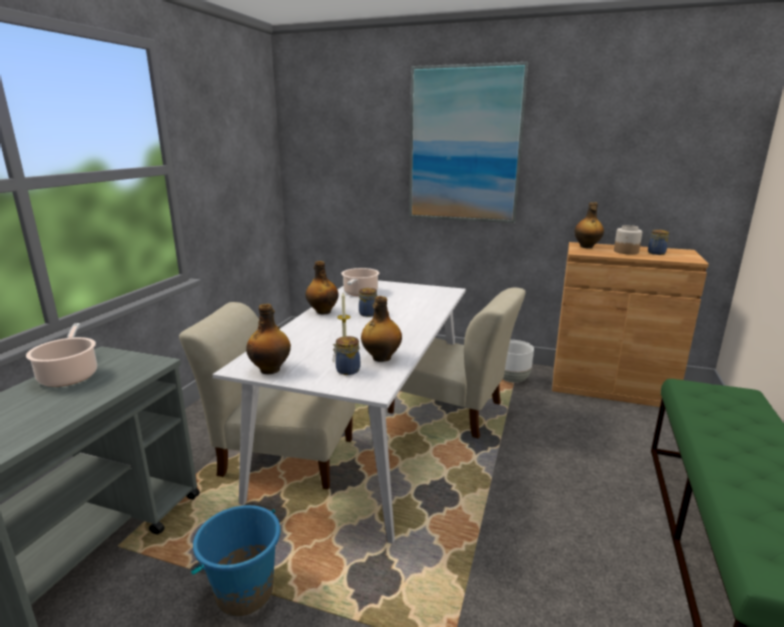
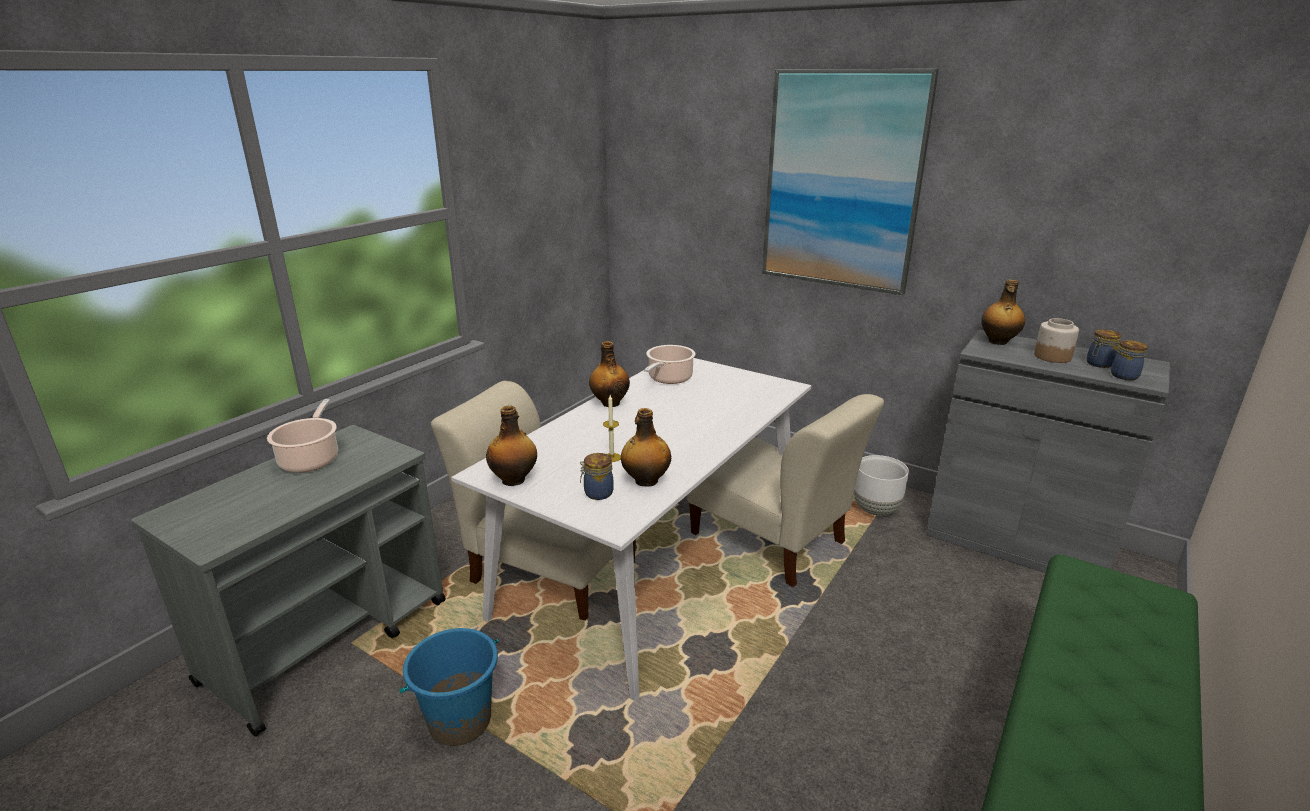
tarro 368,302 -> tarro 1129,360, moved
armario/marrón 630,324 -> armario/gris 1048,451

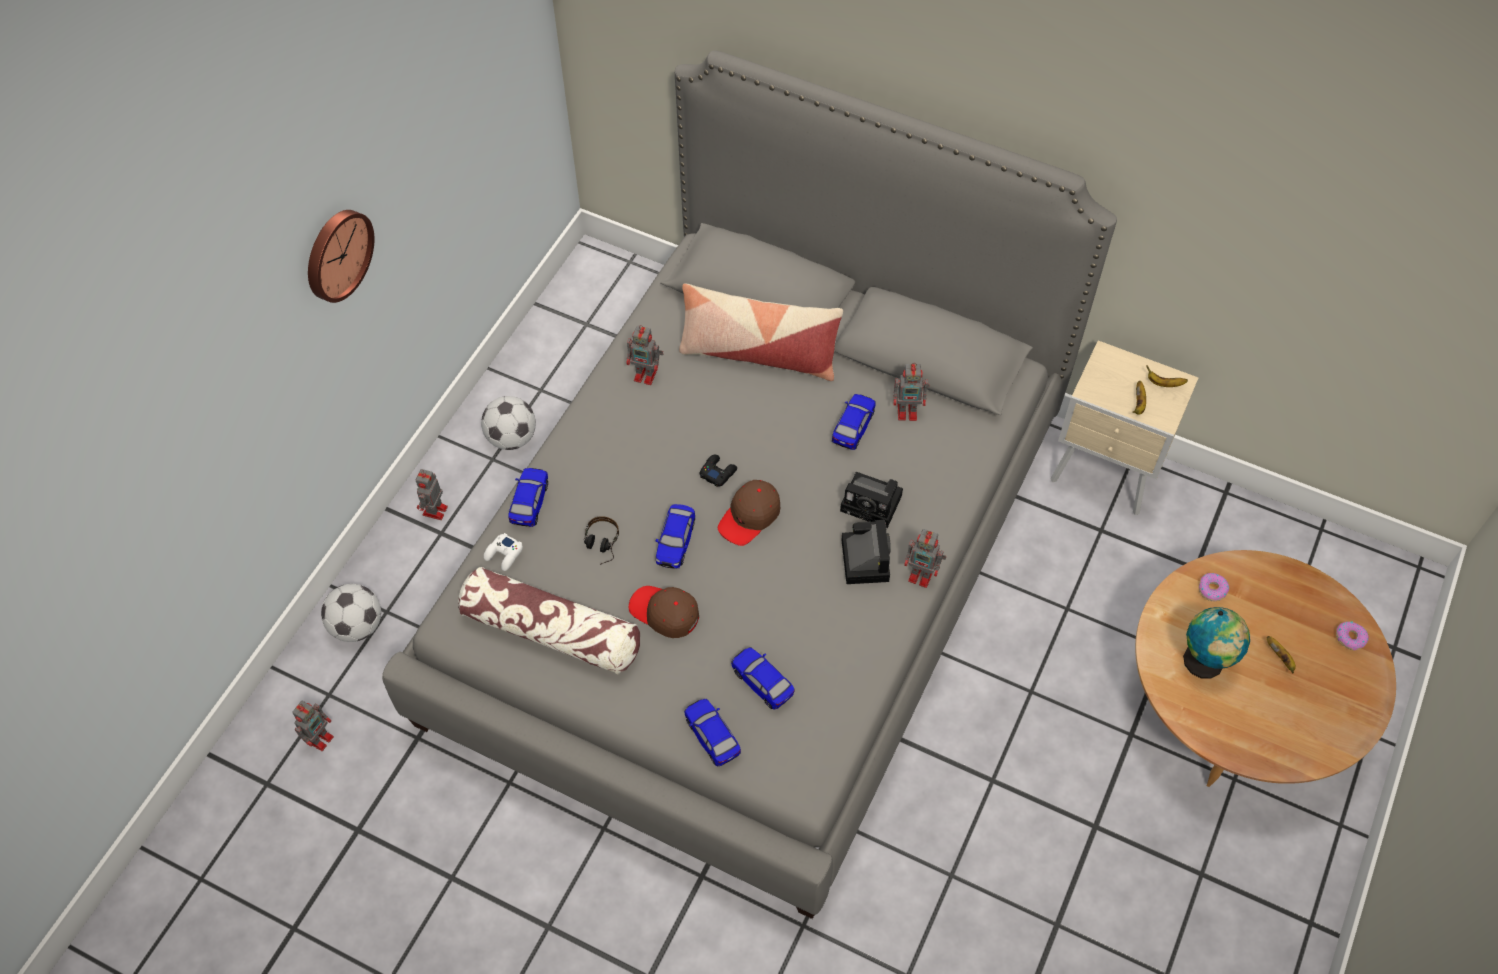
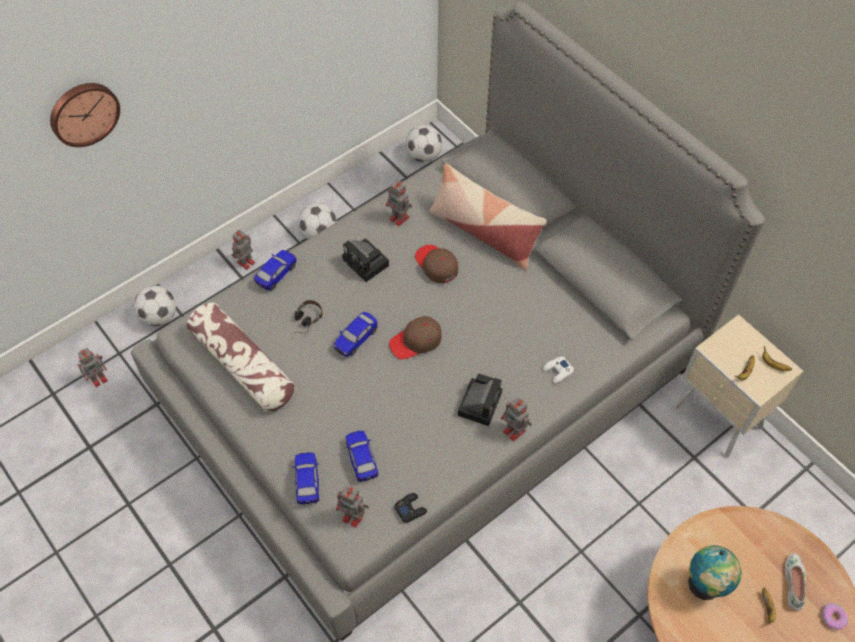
coche de juguete 854,422 -> none
rosquilla 1214,587 -> none
none -> balón de fútbol 424,143
none -> zapato/blanco 795,582
reloj de pared 341,256 -> reloj de pared 85,115, moved
mando de consola/blanco 503,552 -> mando de consola/blanco 558,370, moved
gorra/marrón 664,612 -> gorra/marrón 436,264, moved
mando de consola/negro 718,470 -> mando de consola/negro 410,508, moved
cámara 871,500 -> cámara 365,260, moved
robot de juguete 911,392 -> robot de juguete 352,506, moved

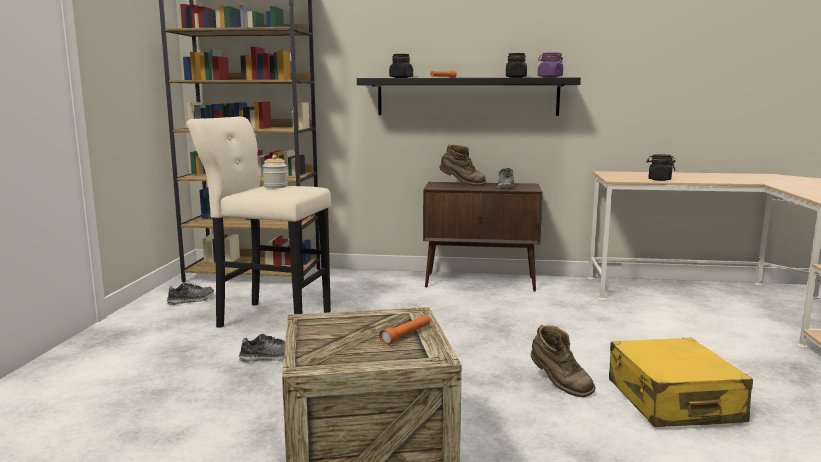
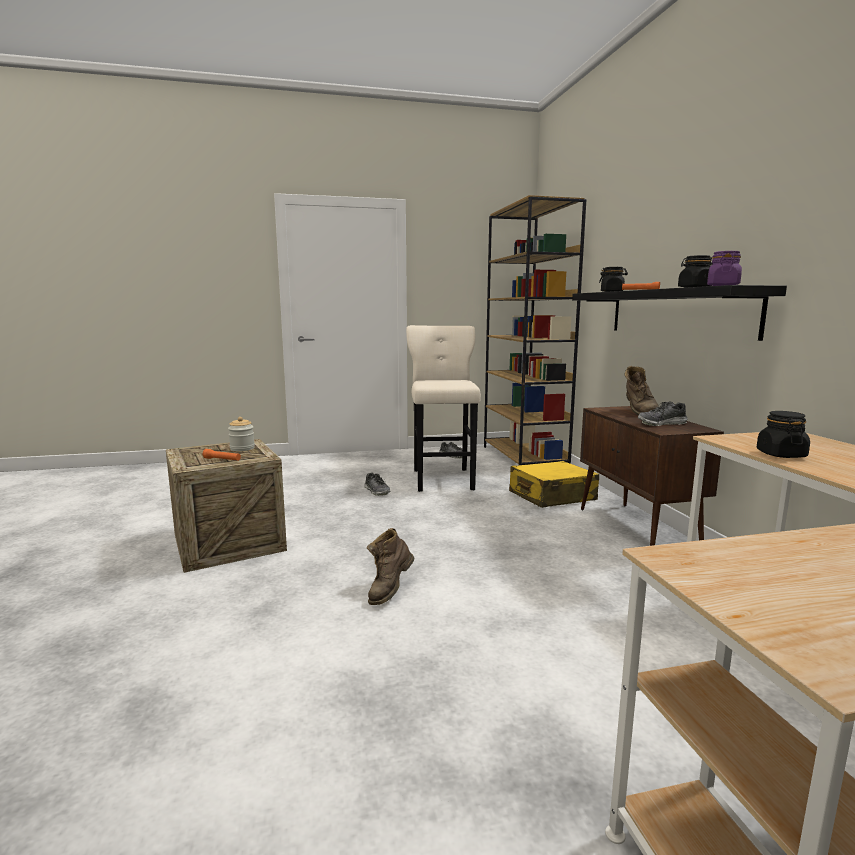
tarro 275,171 -> tarro 241,434, moved
maleta/amarillo 681,382 -> maleta/amarillo 554,484, moved

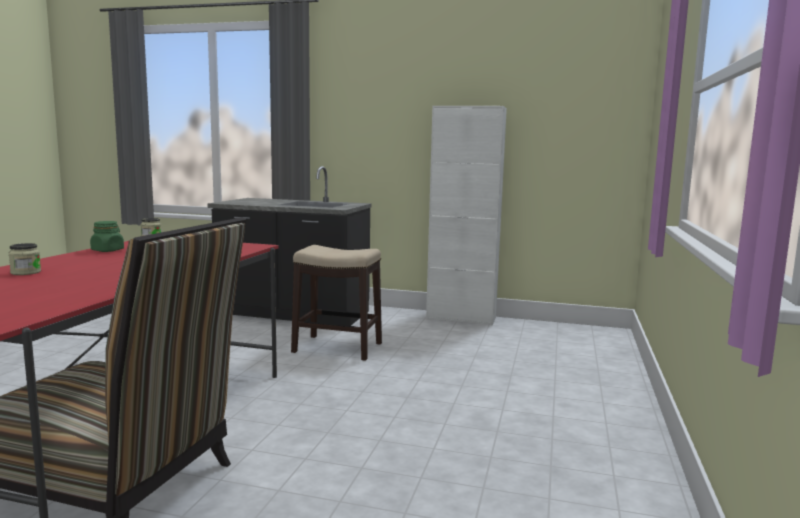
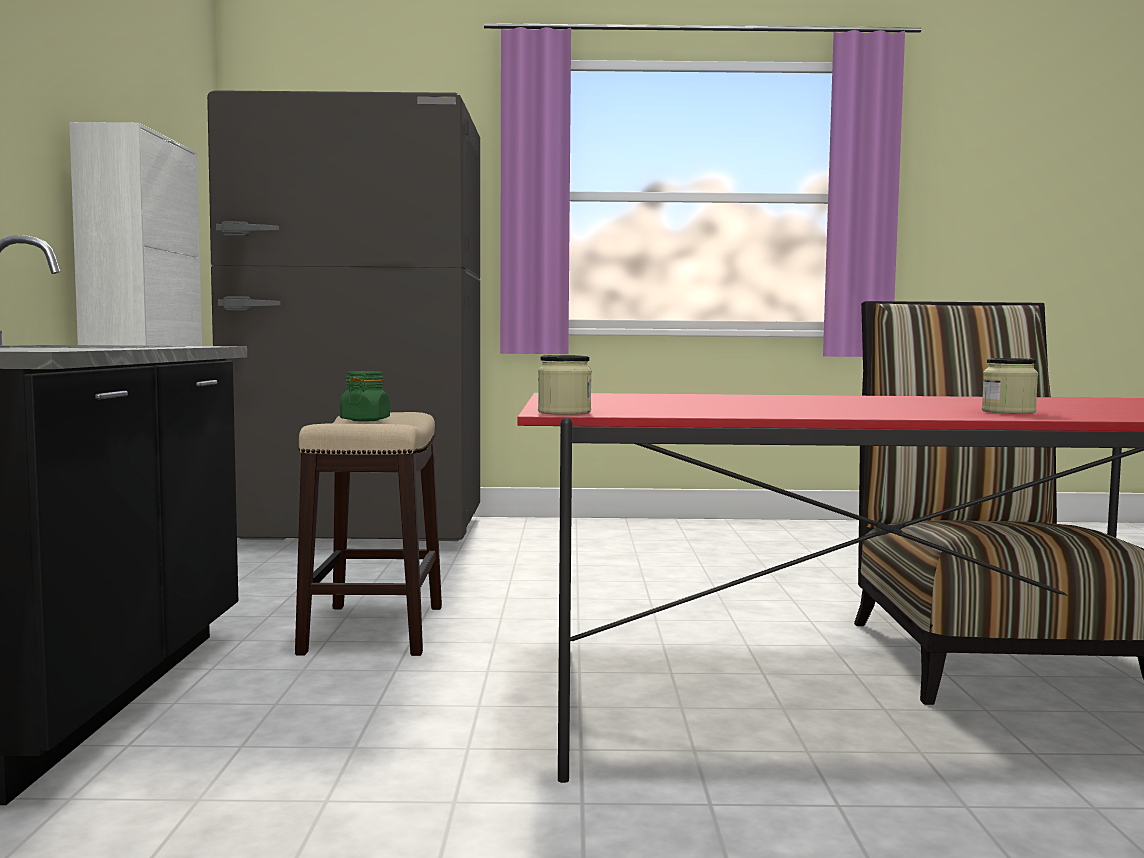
none -> nevera/gris 343,315
tarro/verde 107,236 -> tarro/verde 365,396, moved

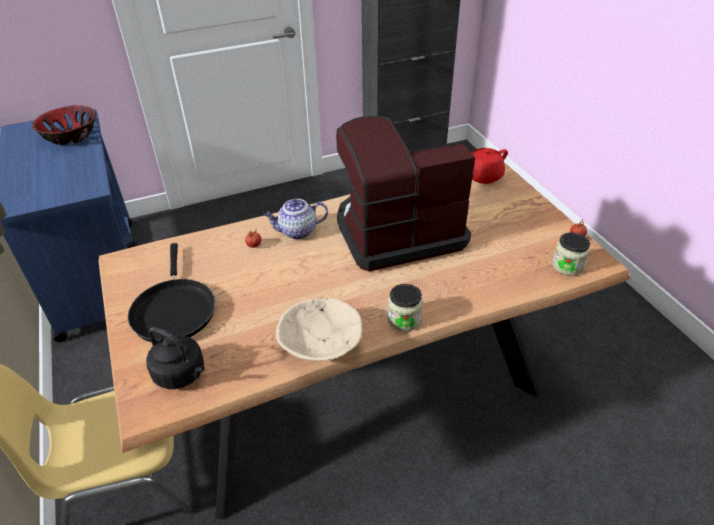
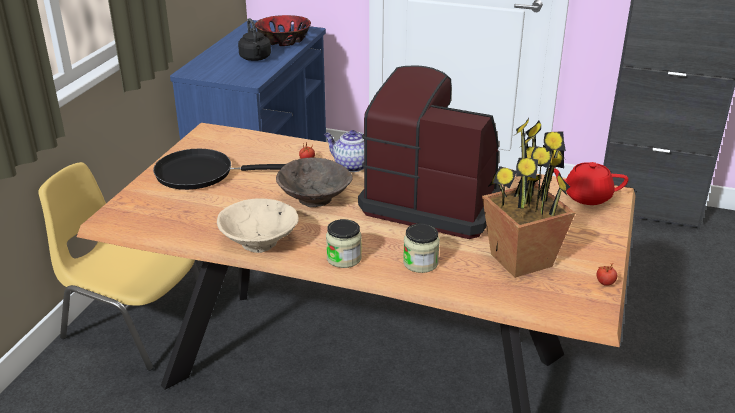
none -> cuenco/marrón 314,182
none -> planta en maceta 528,198
hervidor/negro 175,358 -> hervidor/negro 254,39, moved
tarro 571,254 -> tarro 421,248, moved
sartén/negro 171,292 -> sartén/negro 219,169, 60 degrees clockwise

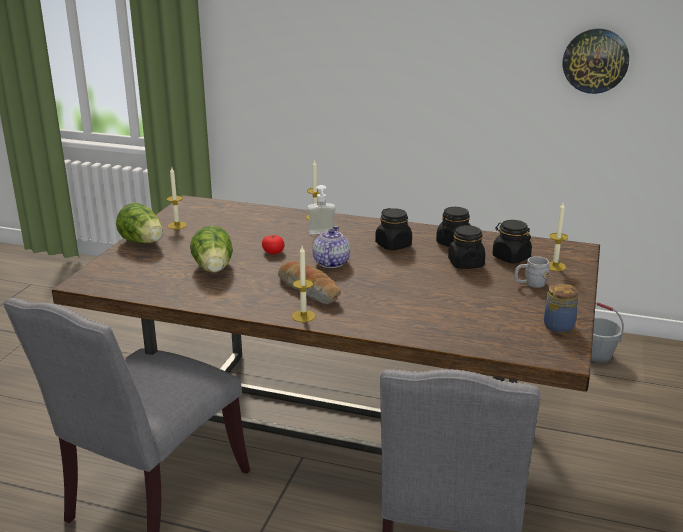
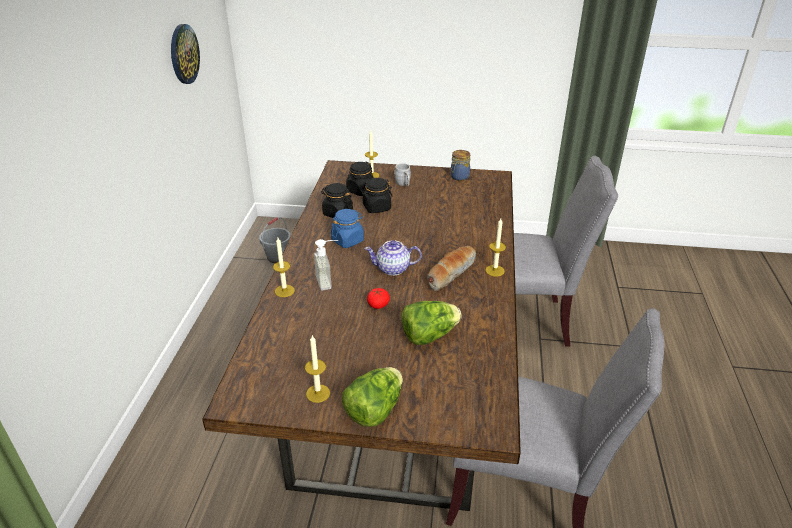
tarro/negro 393,229 -> tarro/azul 347,228

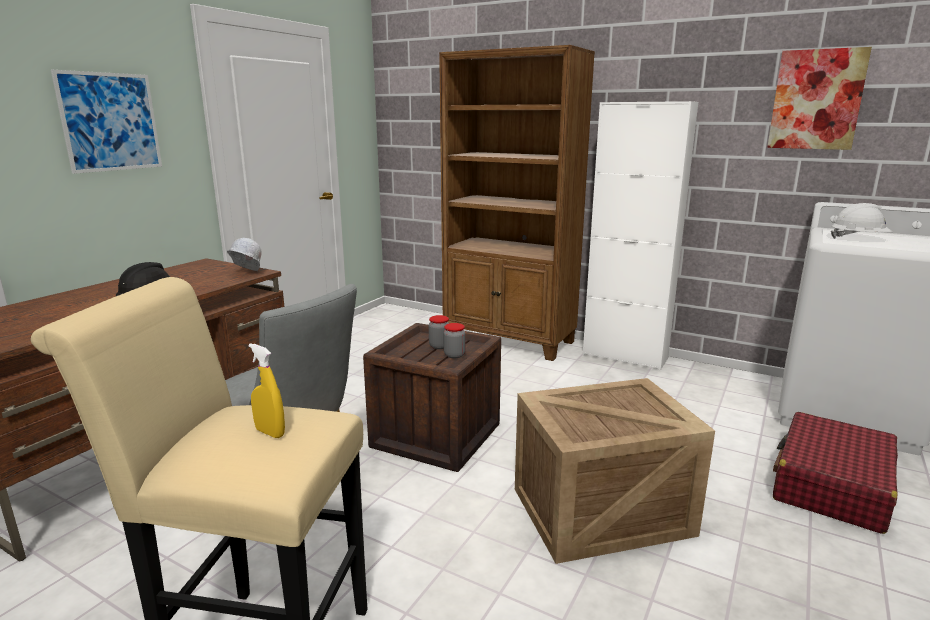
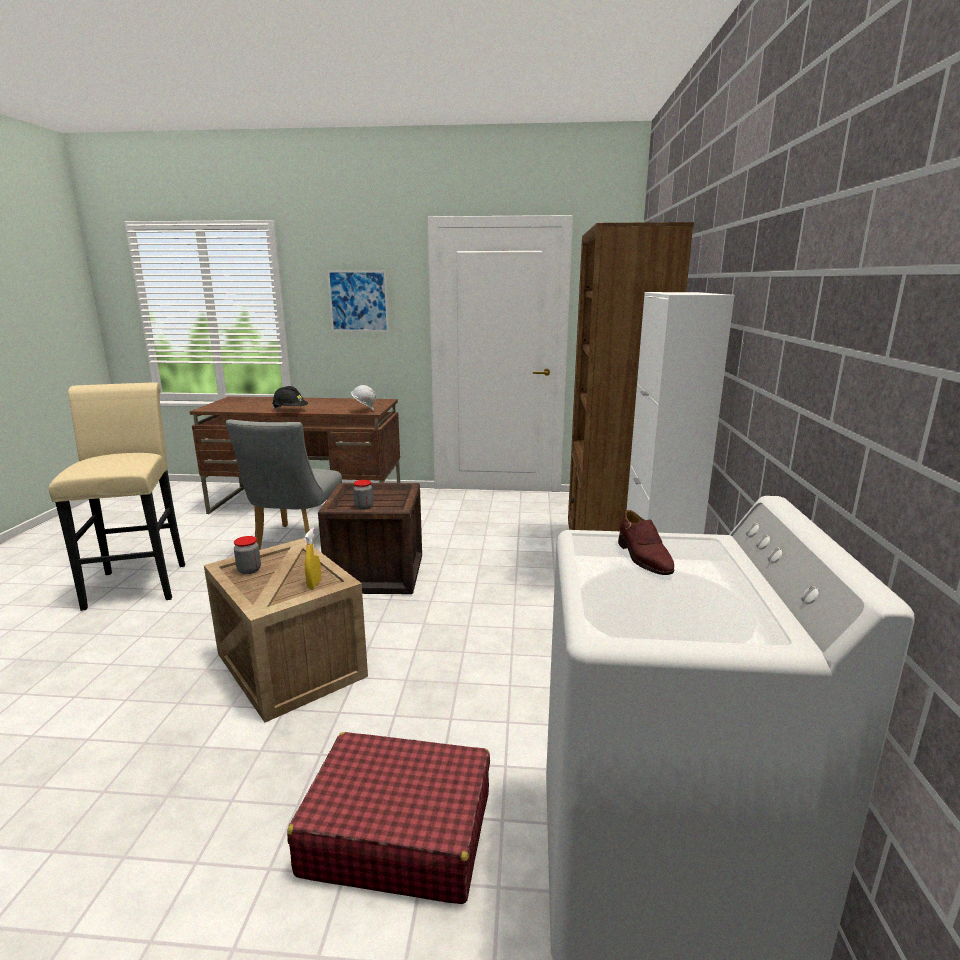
cuadro 819,98 -> none
pulverizador/amarillo 266,390 -> pulverizador/amarillo 313,558, moved
tarro 439,332 -> tarro 247,555, moved
casco/blanco 862,221 -> zapato/marrón 646,542

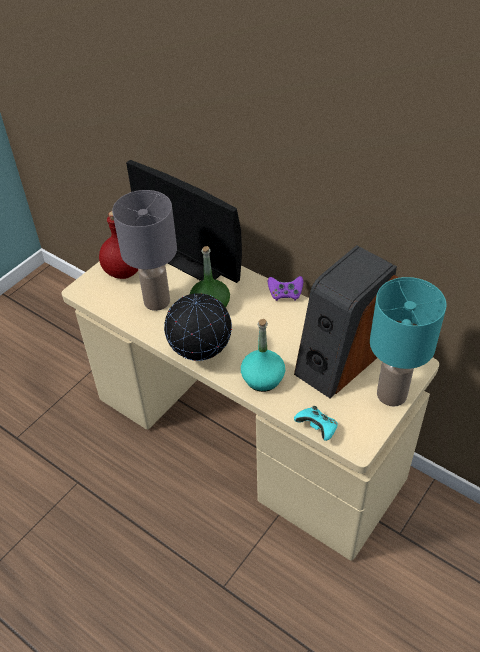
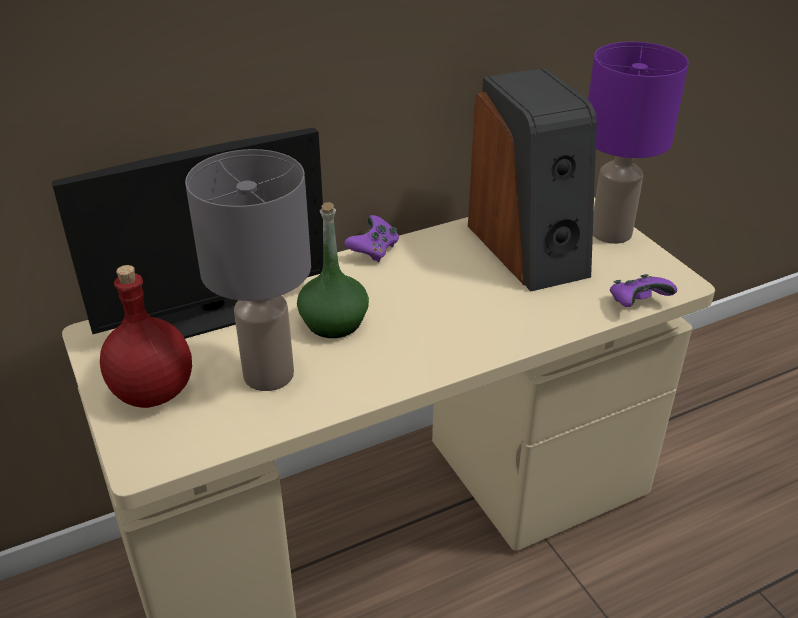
globo terráqueo 198,327 -> none
botella/turquesa 263,355 -> none
mando de consola/turquesa 316,423 -> mando de consola/morado 643,290
lámpara de mesa/turquesa 408,342 -> lámpara de mesa/morado 638,143

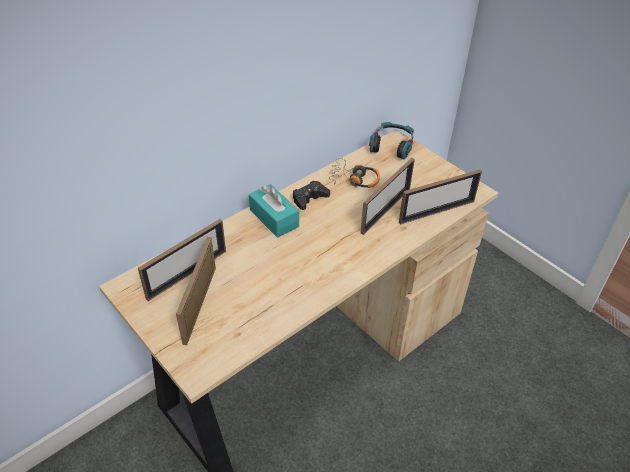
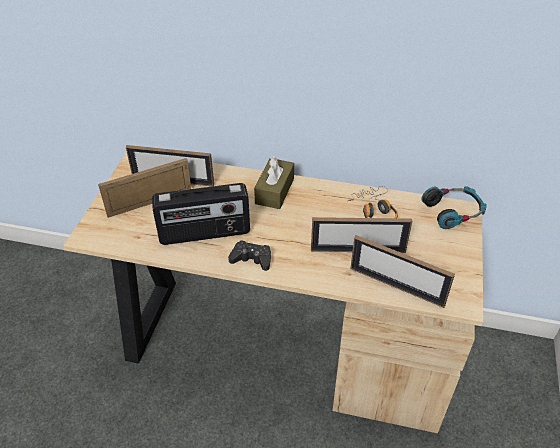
none -> radio 201,214
mando de consola/negro 311,195 -> mando de consola/negro 249,255, moved
caja de pañuelos/turquesa 274,211 -> caja de pañuelos/marrón 274,182

